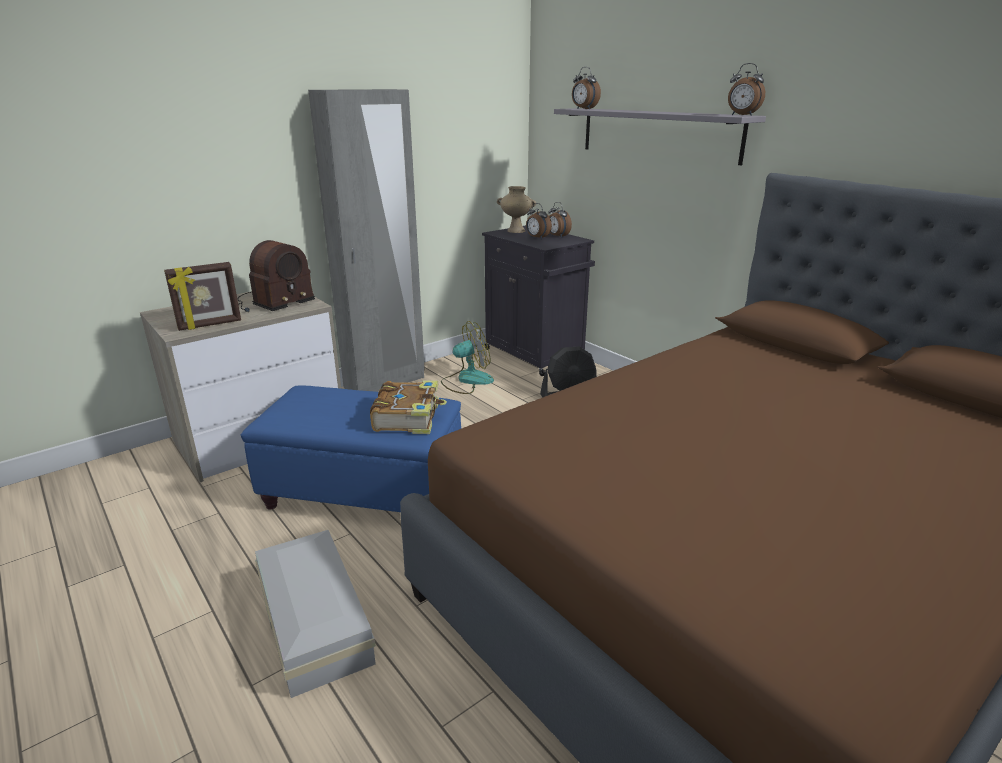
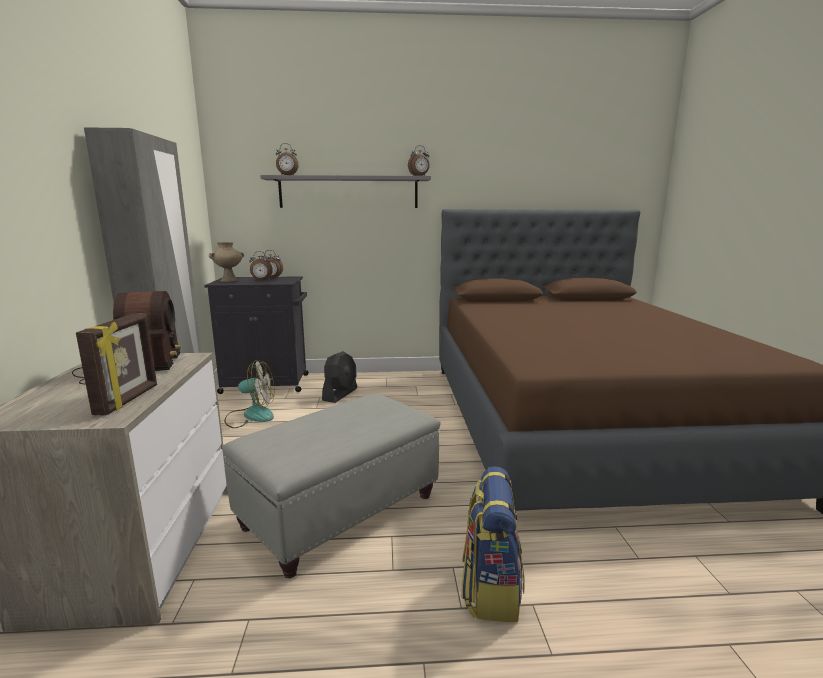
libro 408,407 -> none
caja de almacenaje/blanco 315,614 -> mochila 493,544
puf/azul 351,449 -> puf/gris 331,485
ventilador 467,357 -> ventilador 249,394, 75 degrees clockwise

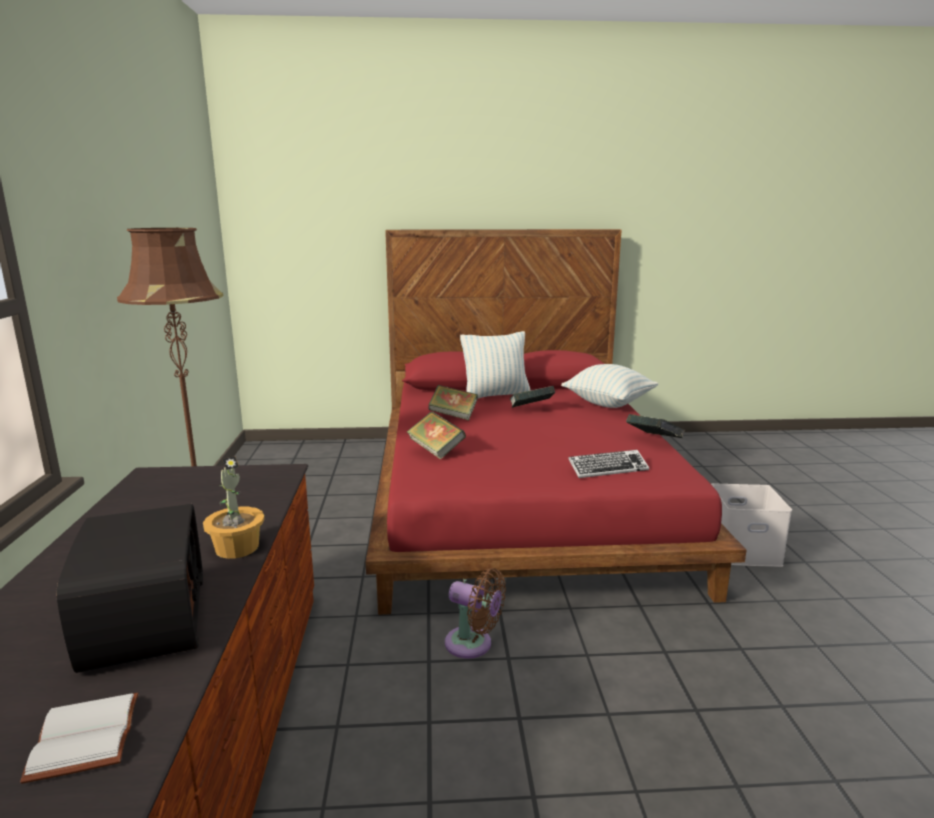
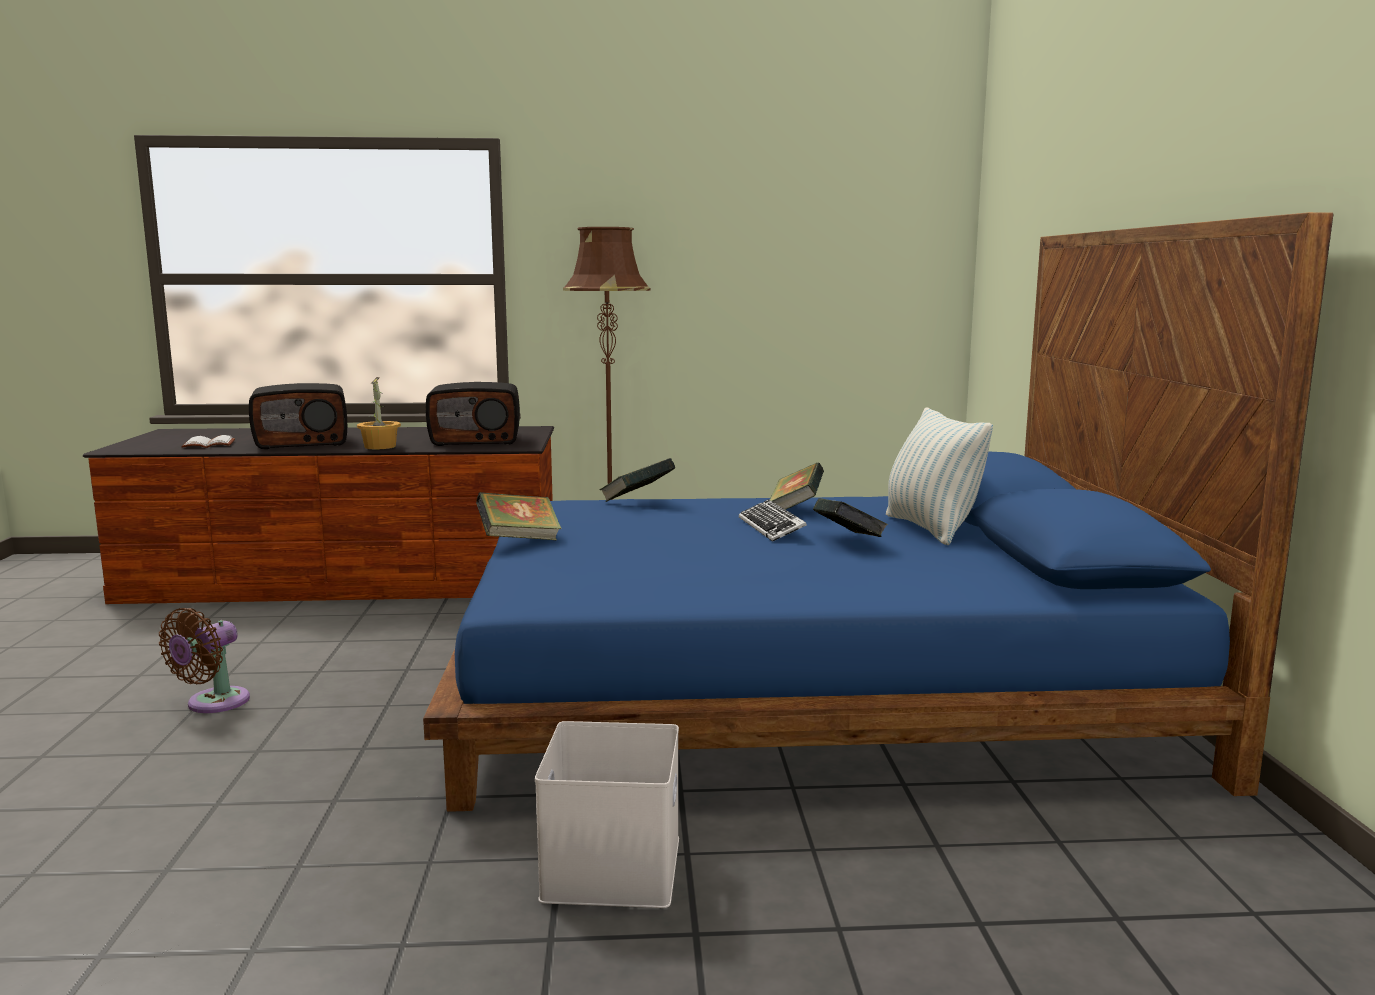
cojín 610,386 -> none
none -> radio 473,414
ventilador/marrón 475,613 -> ventilador/marrón 204,660, moved
teclado 608,464 -> teclado 773,521, moved
libro 655,426 -> libro 519,516, moved
cama/rojo 556,422 -> cama/azul 878,512

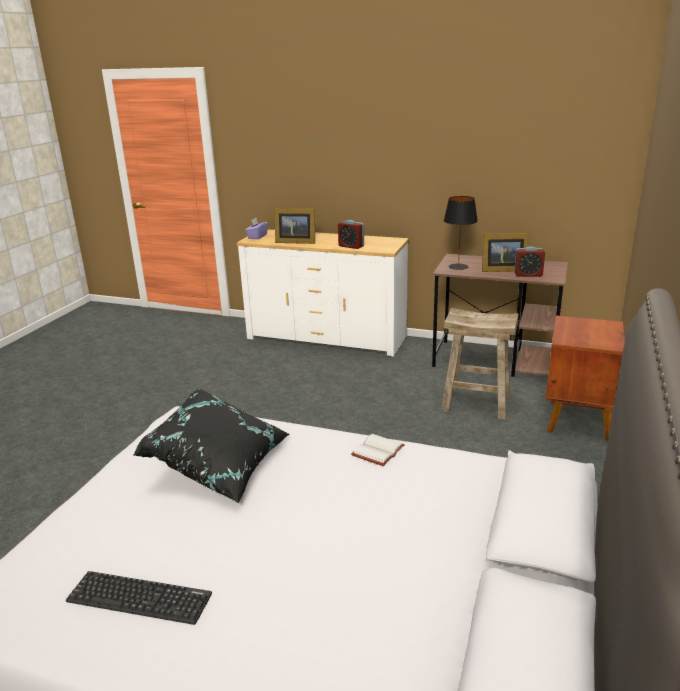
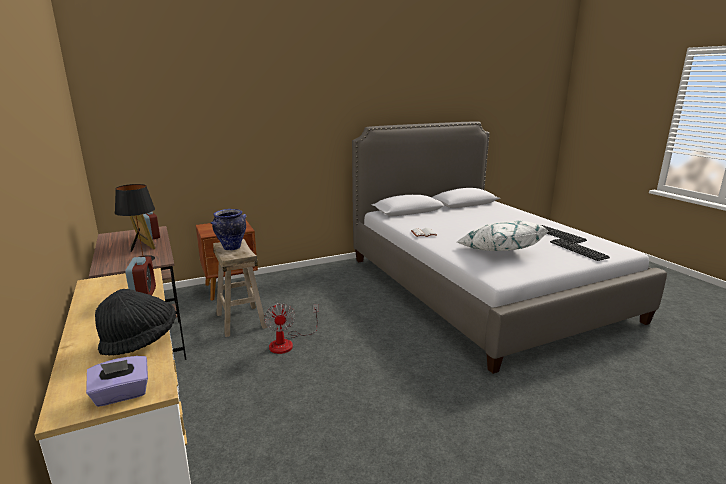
none -> florero 228,230
none -> ventilador 291,328
none -> teclado 580,249
portarretratos 294,226 -> sombrero/negro 135,322
cojín/negro 211,446 -> cojín/blanco 503,235

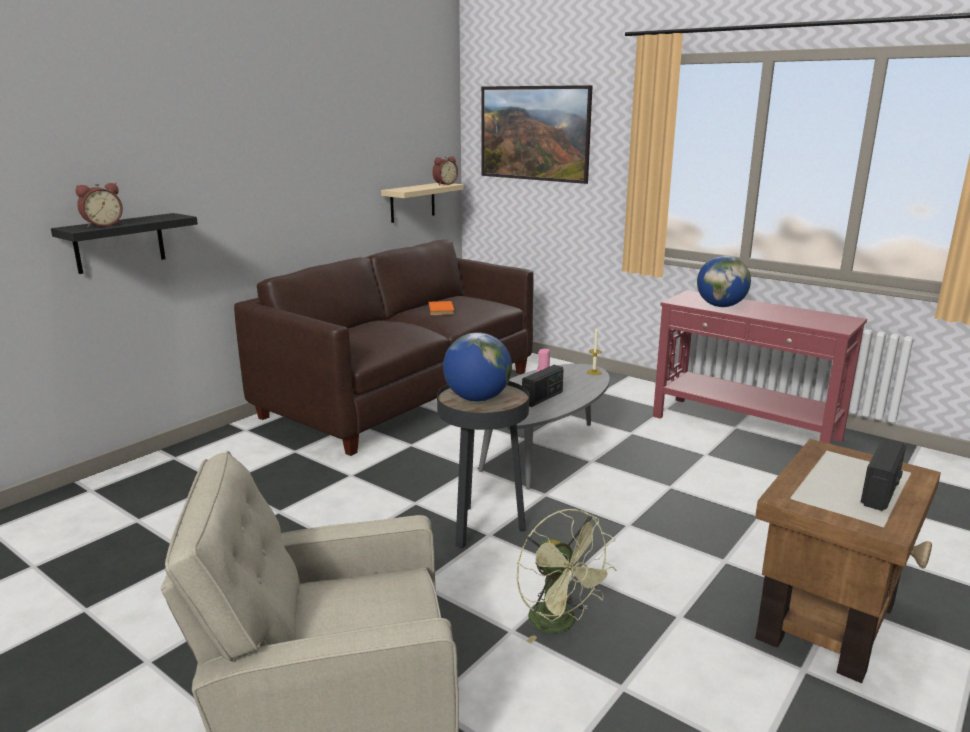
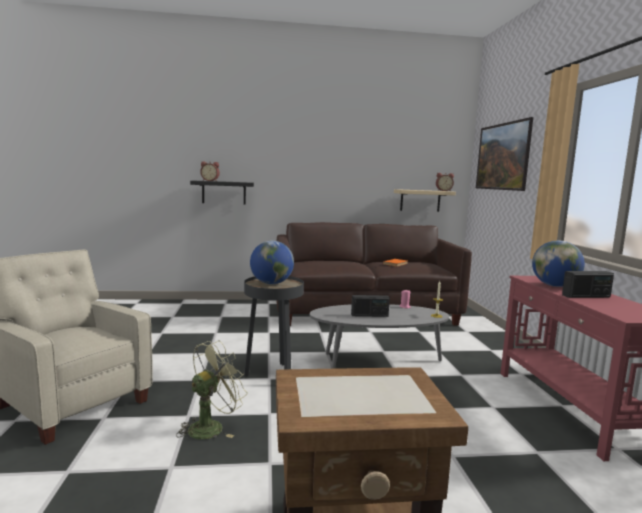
radio 883,475 -> radio 588,284, moved
ventilador/verde 567,576 -> ventilador/verde 212,390, 150 degrees counterclockwise

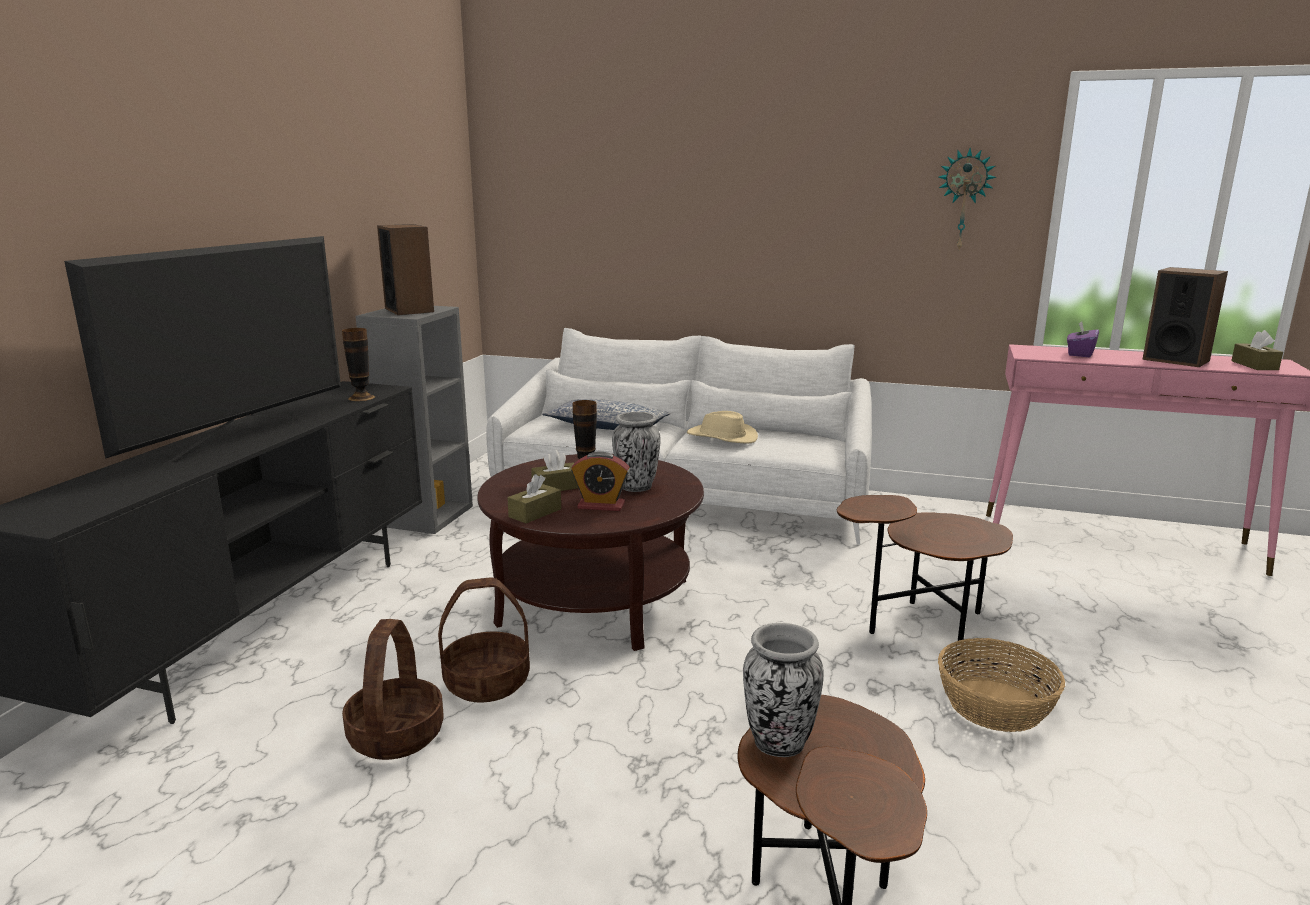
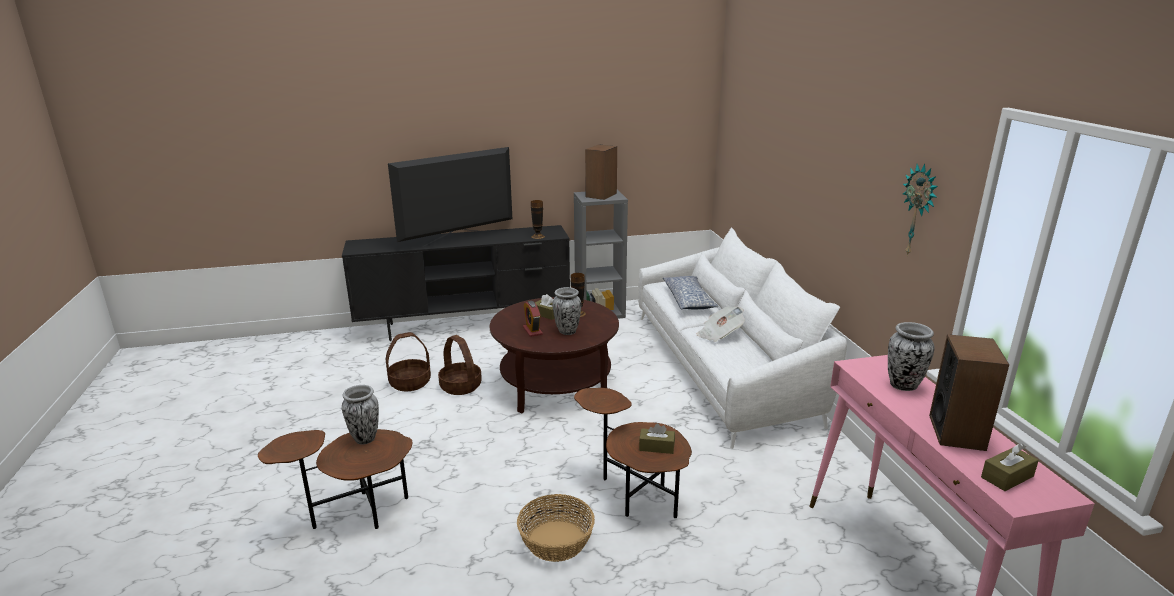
caja de pañuelos/marrón 534,498 -> caja de pañuelos/marrón 657,438, moved
sombrero/beis 722,427 -> periódico 721,324
caja de pañuelos/morado 1083,339 -> florero 911,356
televisor 202,350 -> televisor 450,197, 150 degrees clockwise

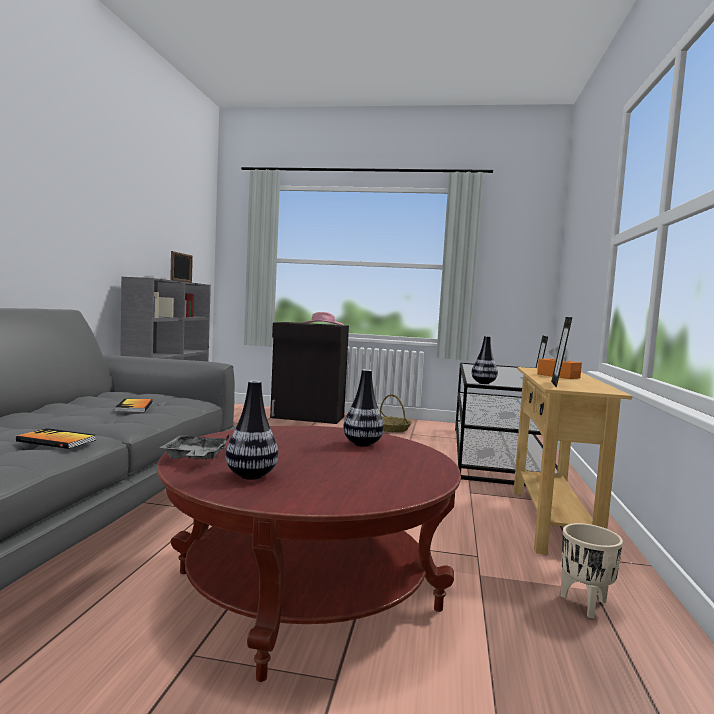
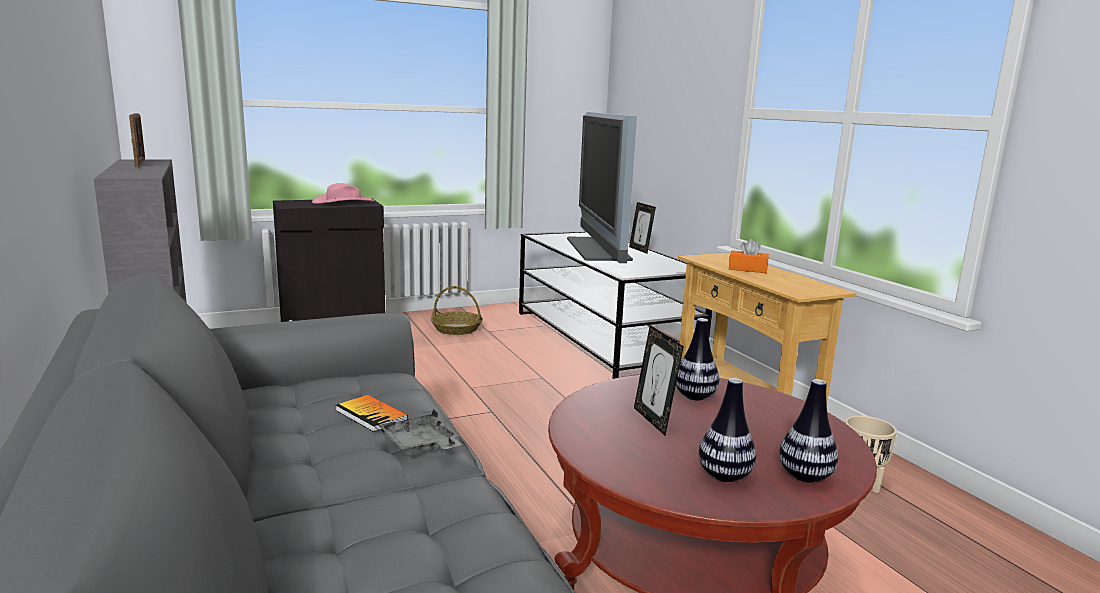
libro 56,438 -> none
none -> televisor 602,187
bandeja/gris 194,447 -> bandeja/gris 420,432, moved
florero 485,360 -> florero 808,431, moved
portarretratos 561,352 -> portarretratos 659,380, moved

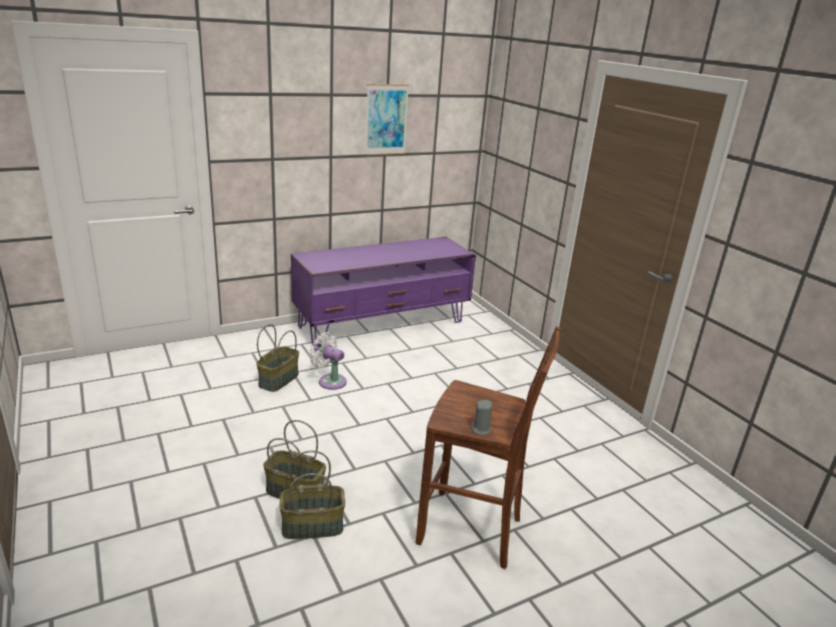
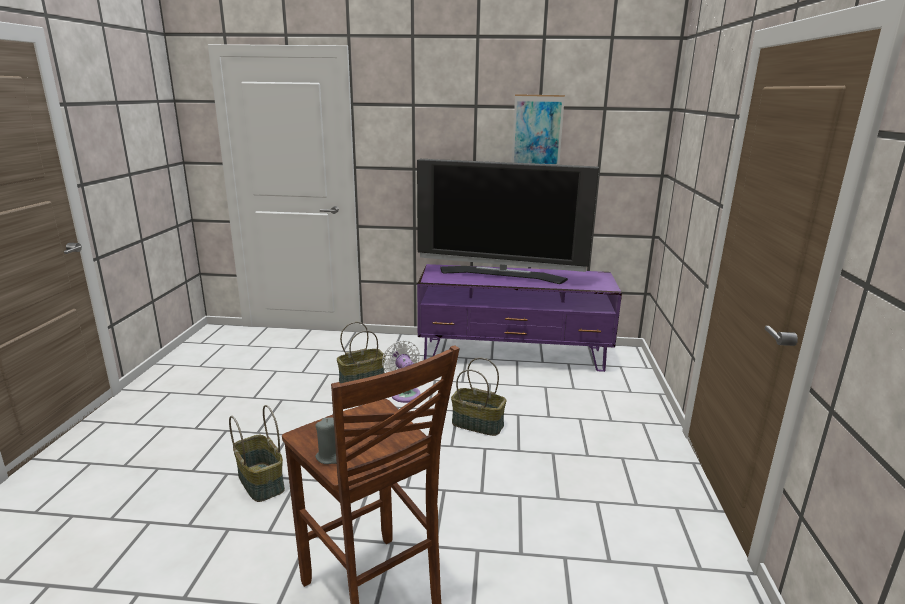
none -> televisor 508,221
cesta 312,494 -> cesta 479,397, moved

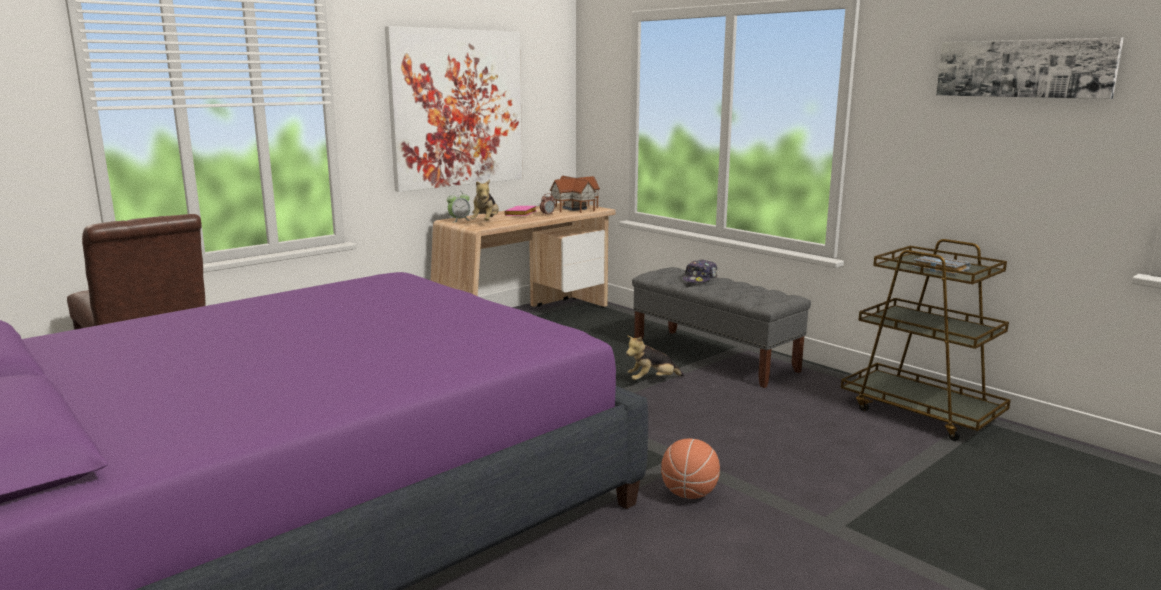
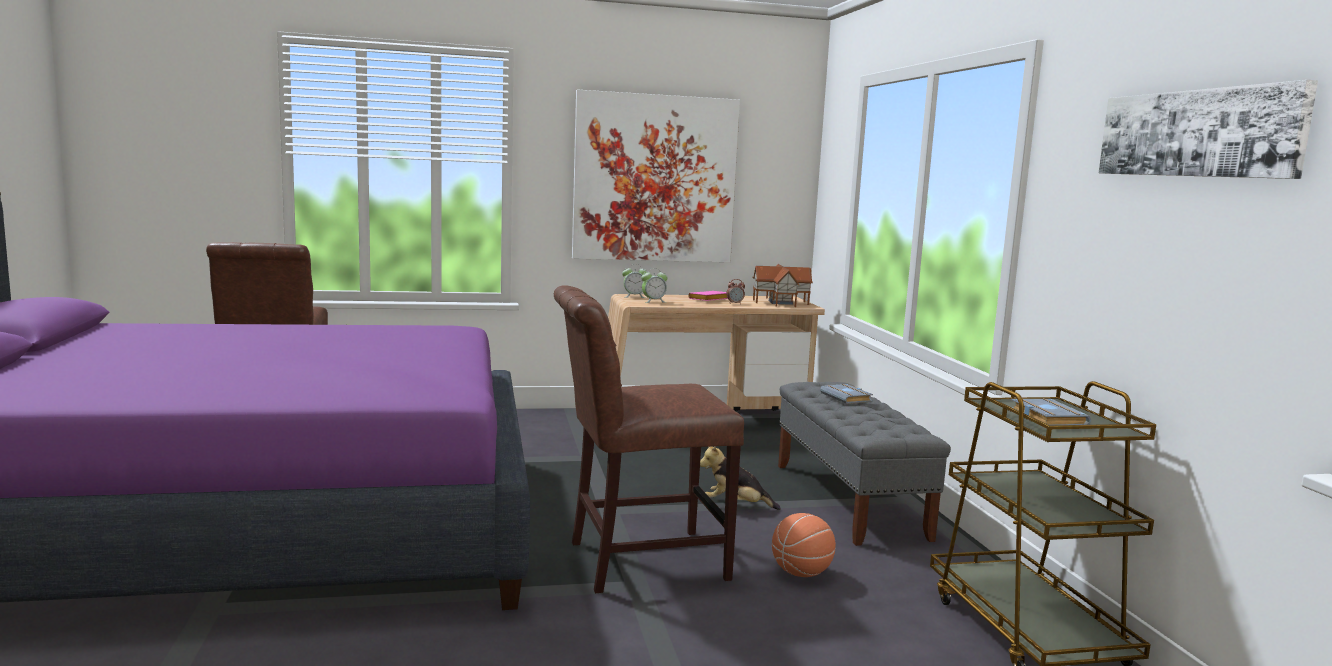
none -> silla/marrón 649,439
balón de baloncesto 690,468 -> balón de baloncesto 804,545, moved
peluche 484,199 -> despertador 654,285
gorra 700,271 -> libro/gris 846,394

